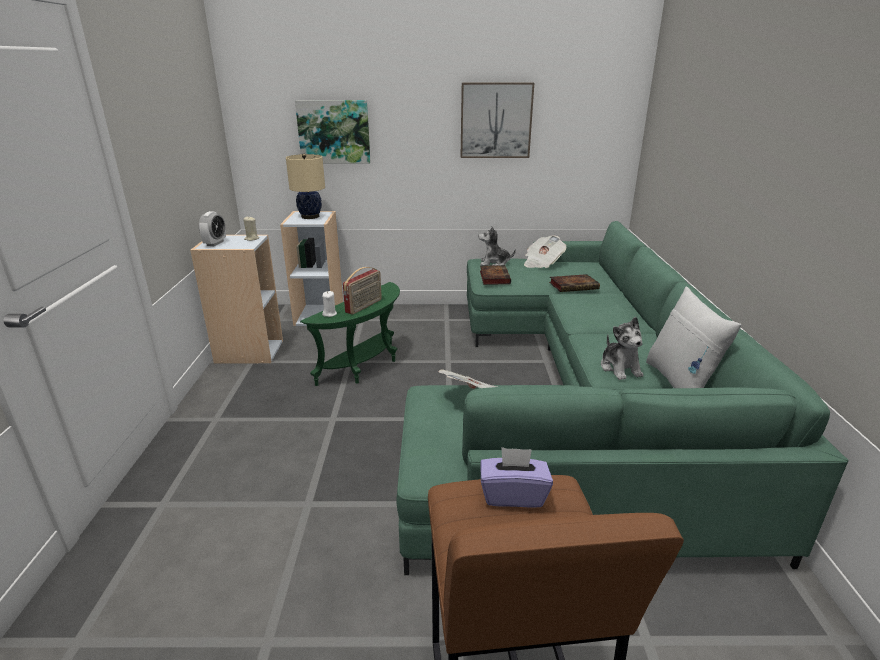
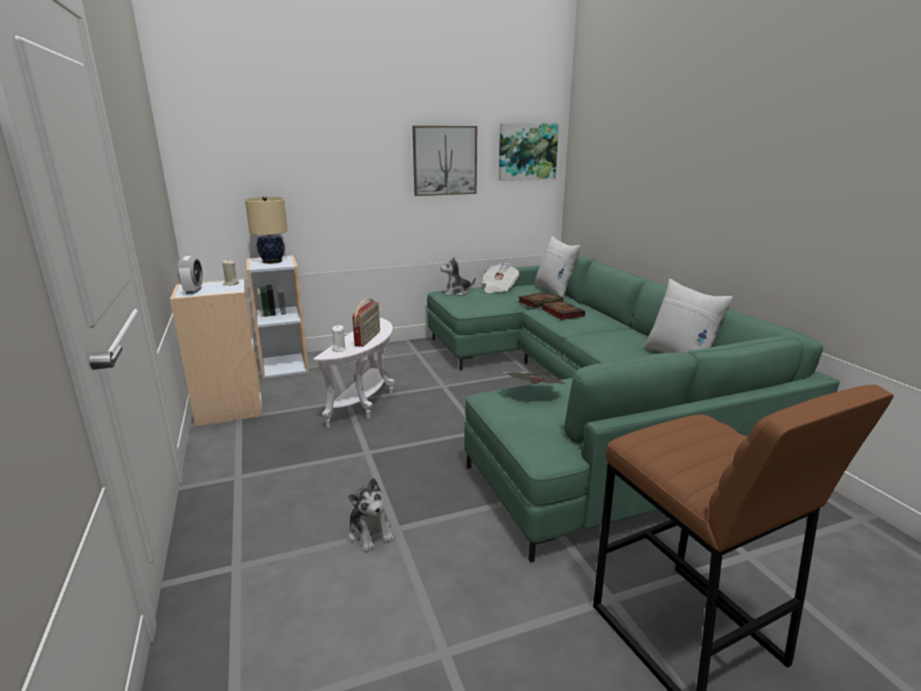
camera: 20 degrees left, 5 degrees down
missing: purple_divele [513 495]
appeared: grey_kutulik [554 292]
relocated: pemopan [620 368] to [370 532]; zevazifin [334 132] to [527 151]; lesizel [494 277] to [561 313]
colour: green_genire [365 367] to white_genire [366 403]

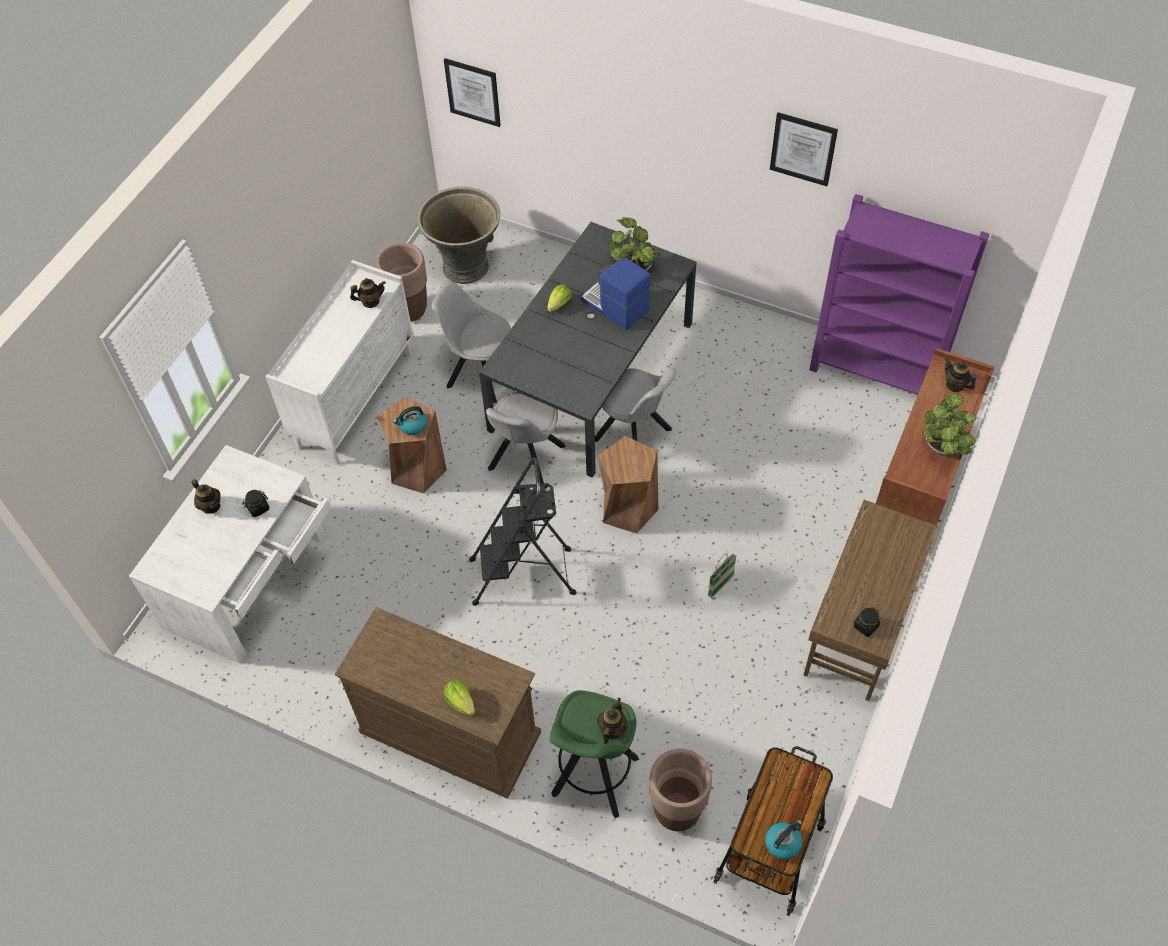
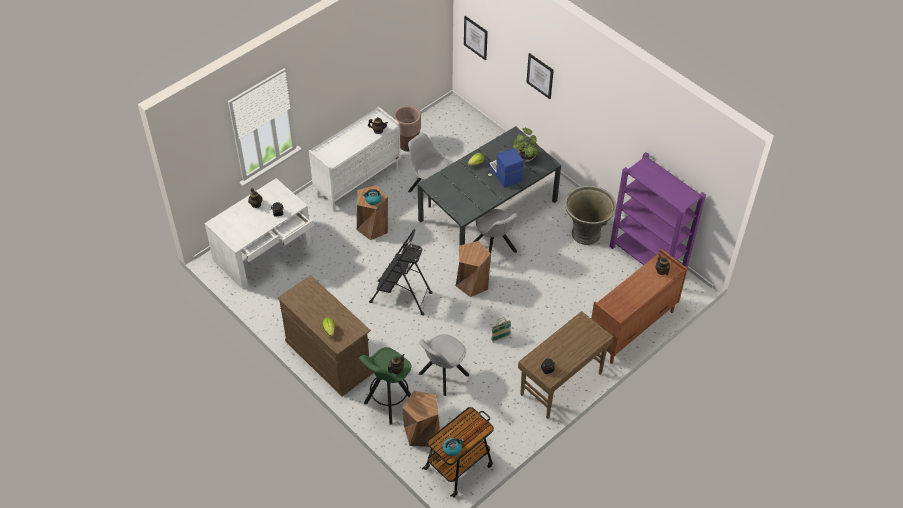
camera: 20 degrees right, 5 degrees down
missing: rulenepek [942 449]
relocated: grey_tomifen [526 459] to [442 375]; zevazifin [803 149] to [540 76]; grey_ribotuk [466 266] to [586 233]
exchanged: brown_ribotuk [676 811] to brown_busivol [421 433]

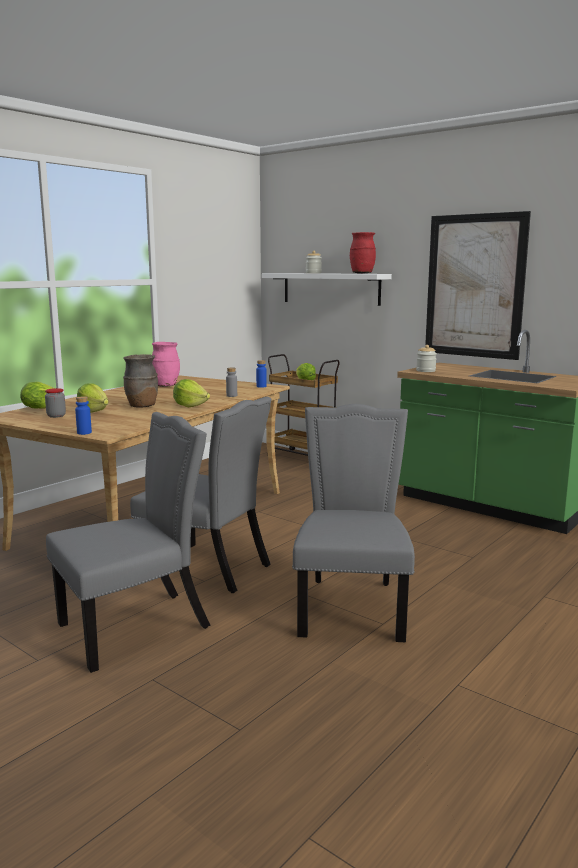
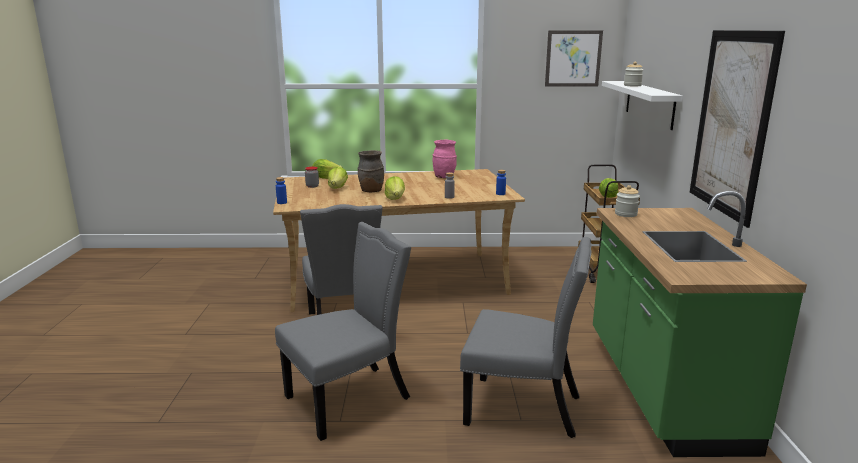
camera: 50 degrees right, 5 degrees up
missing: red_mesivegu [361 273]
appeared: zevazifin [573 58]
relocated: grey_tomifen [132 628] to [520 407]

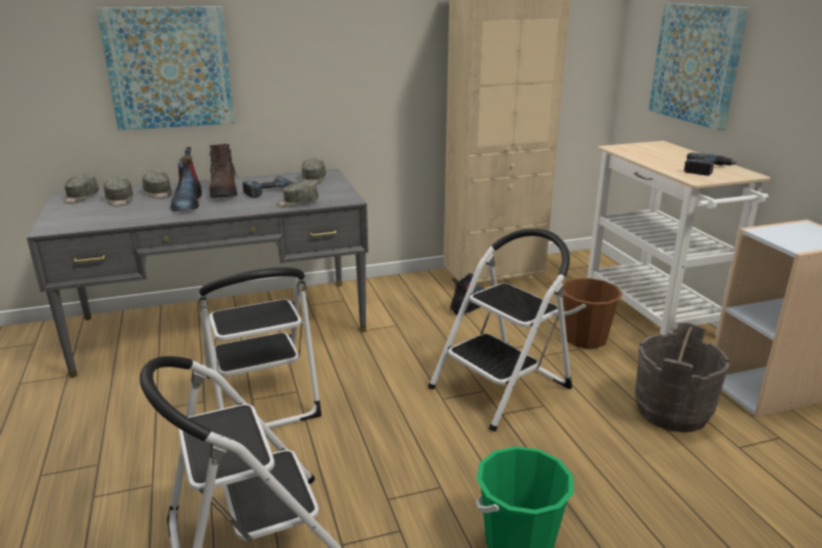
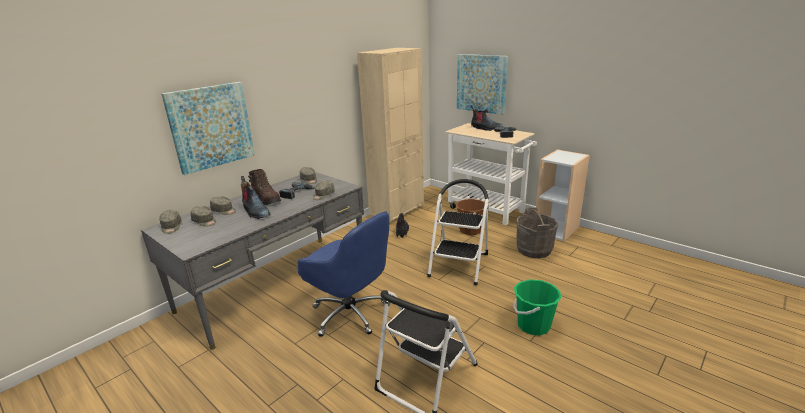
camera: 30 degrees left, 0 degrees up
appeared: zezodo [485 128]
exchanged: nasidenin [261 398] to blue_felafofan [349 314]

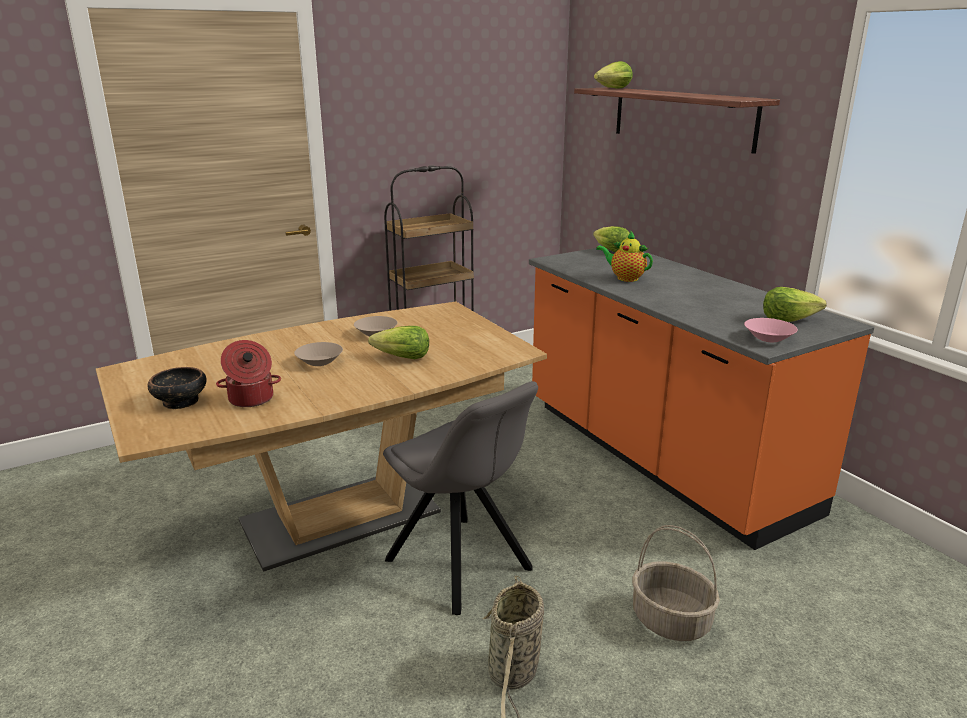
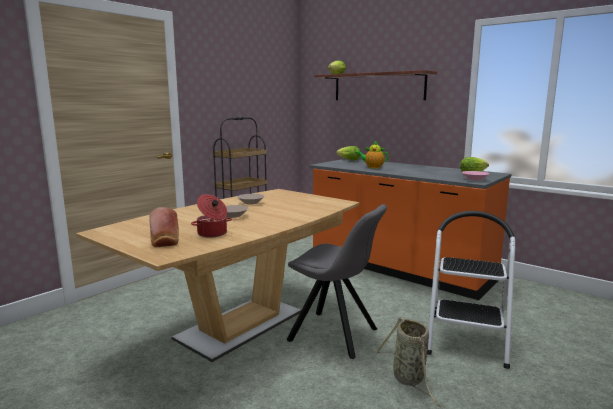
camera: 20 degrees left, 10 degrees down
missing: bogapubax [402 358]
exchanged: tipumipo [180 402] to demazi [165 240]; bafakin [671 620] to nasidenin [467 337]

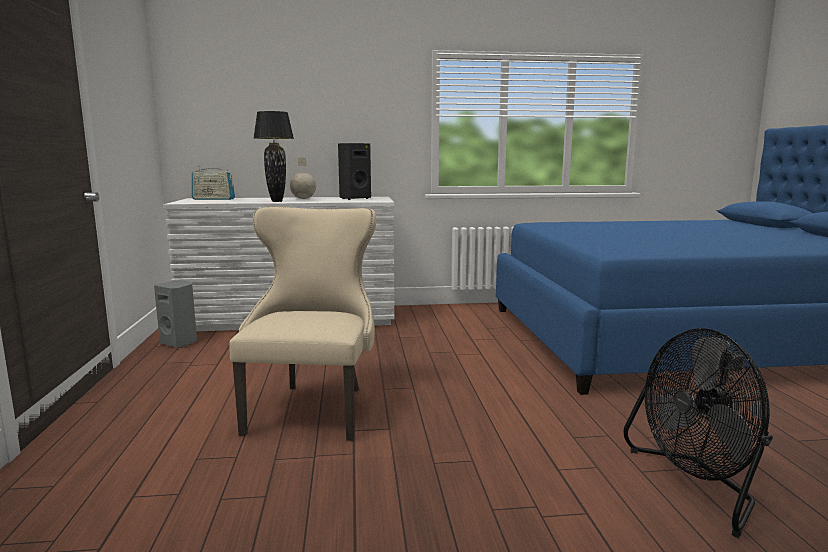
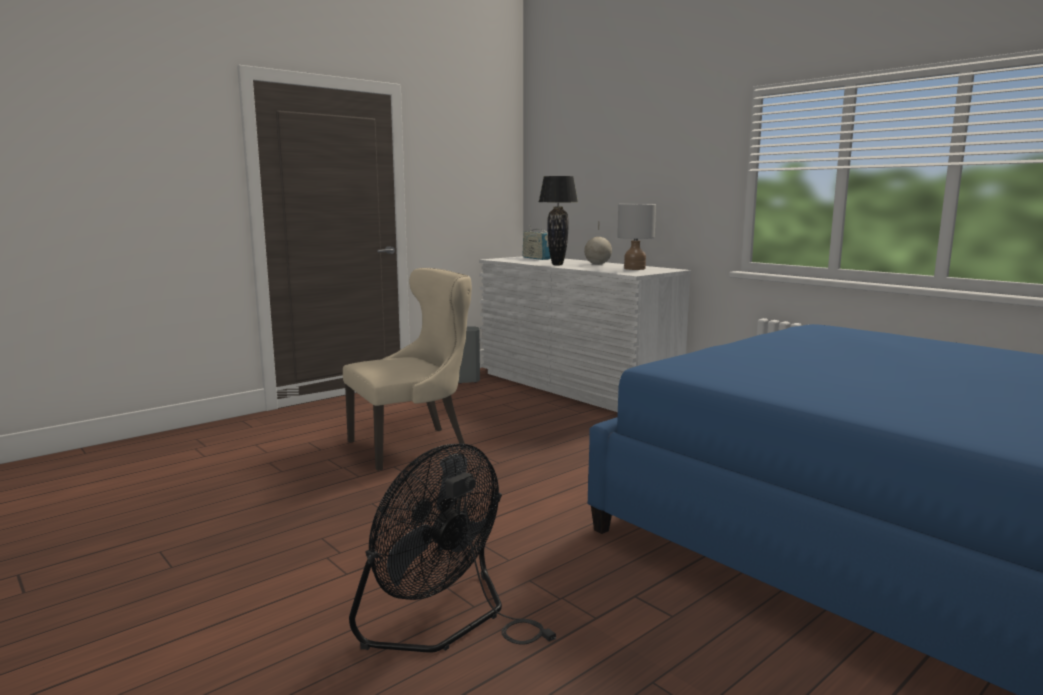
camera: 55 degrees right, 0 degrees up
exchanged: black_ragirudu [354 198] to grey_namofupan [635 269]

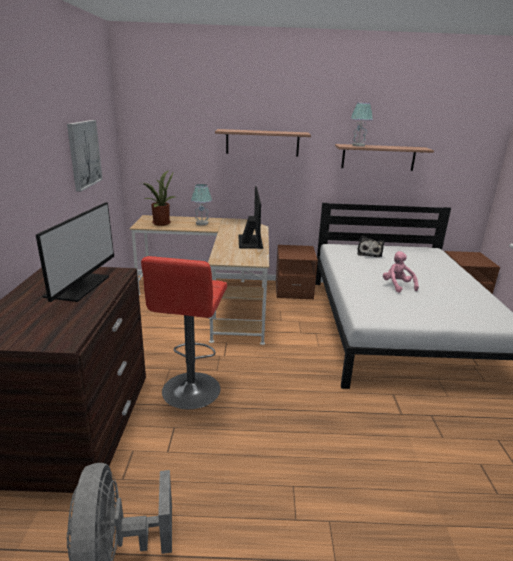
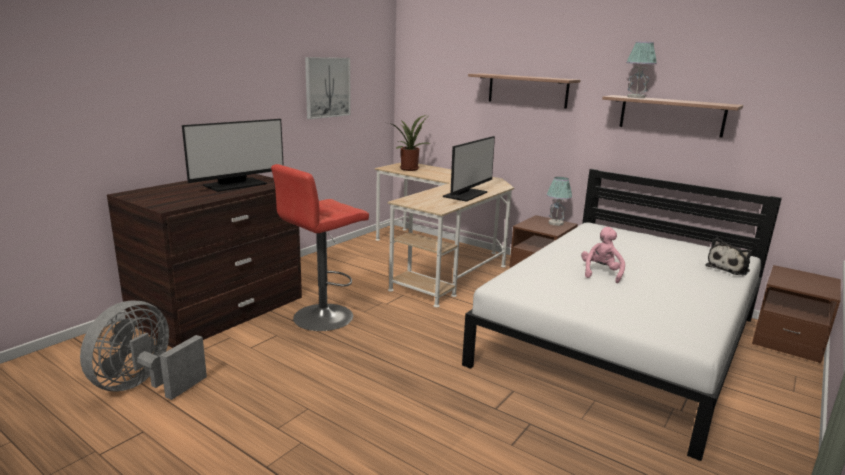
camera: 35 degrees right, 5 degrees down
relocated: namofupan [202 223] to [556 223]; pemopan [369 253] to [729 268]

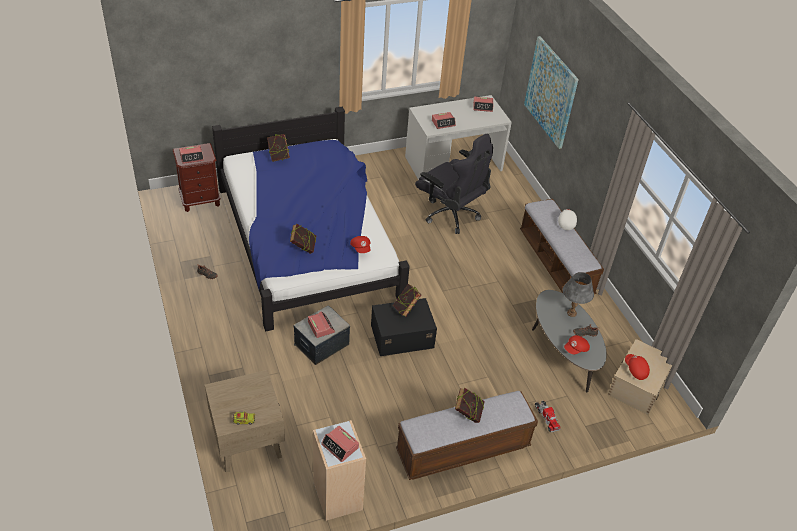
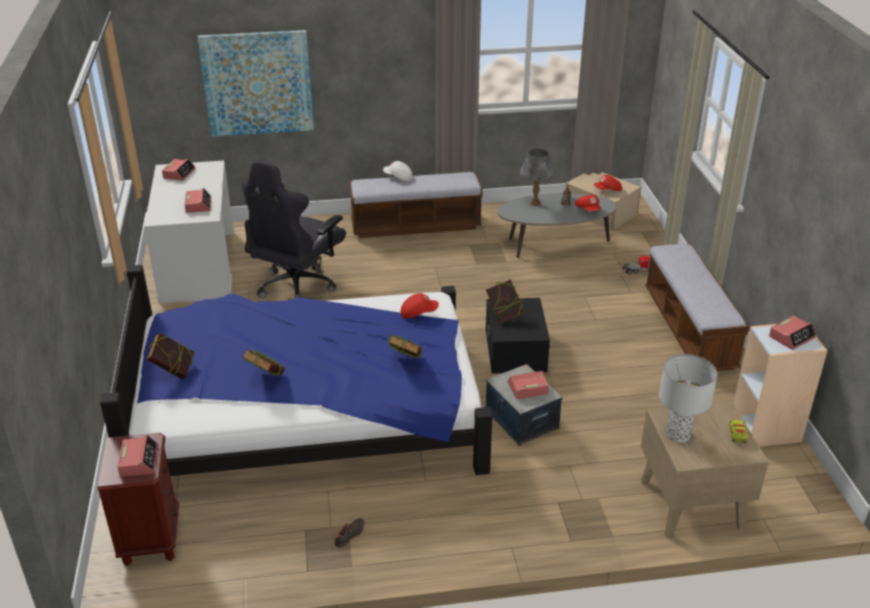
camera: 75 degrees left, 10 degrees down
appeared: white_namofupan [679 434]
relocated: lesizel [468 414] to [265 379]
spun: black_felafofan [448 213] = [299 284] 150 degrees clockwise

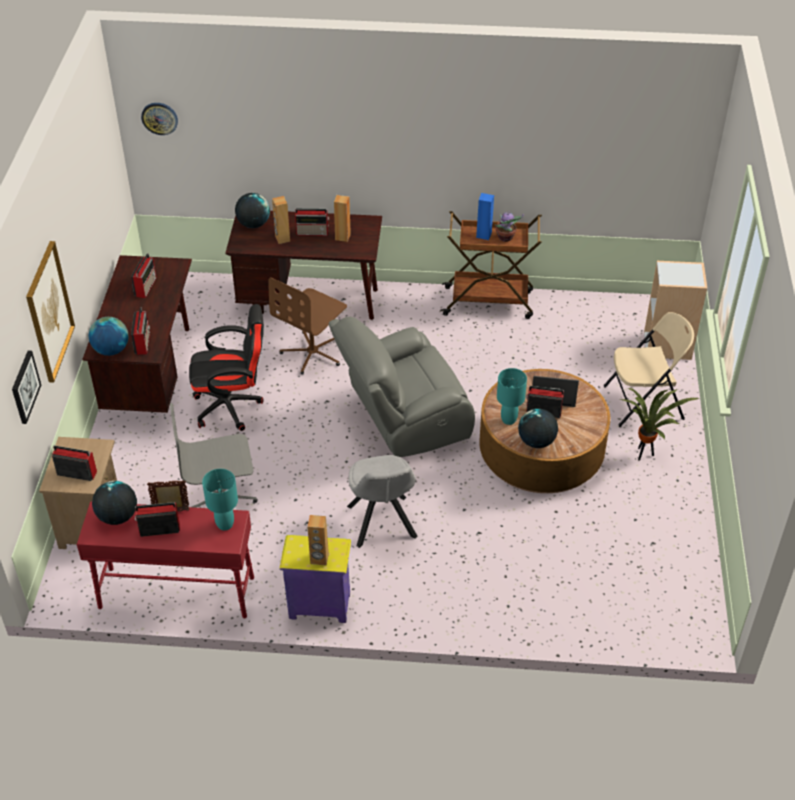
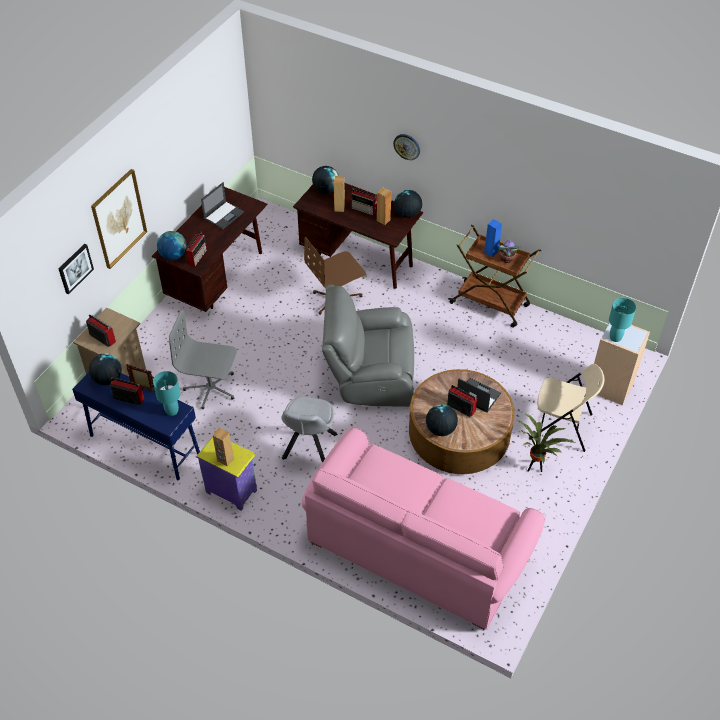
camera: 25 degrees right, 5 degrees up
missing: black_felafofan [233 407]
appeared: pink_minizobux [417 546]; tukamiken [407 214]
relocated: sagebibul [159 118] to [407 146]; turquoise_namofupan [509 419] to [615 337]
exchanged: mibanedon [146 286] to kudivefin [224 215]
colour: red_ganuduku [177 592] to blue_ganuduku [145 444]

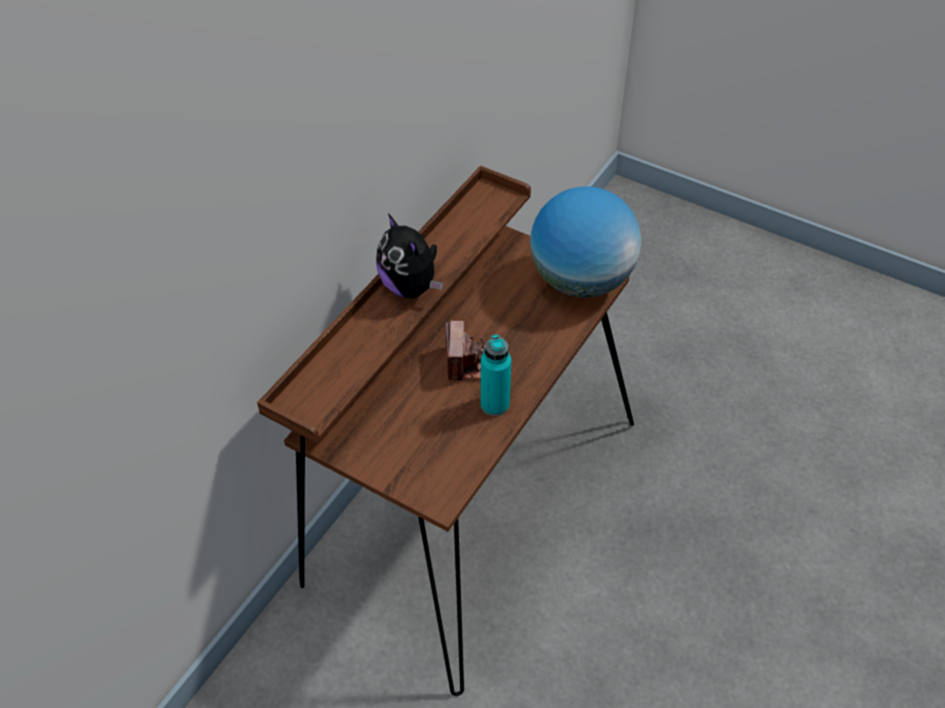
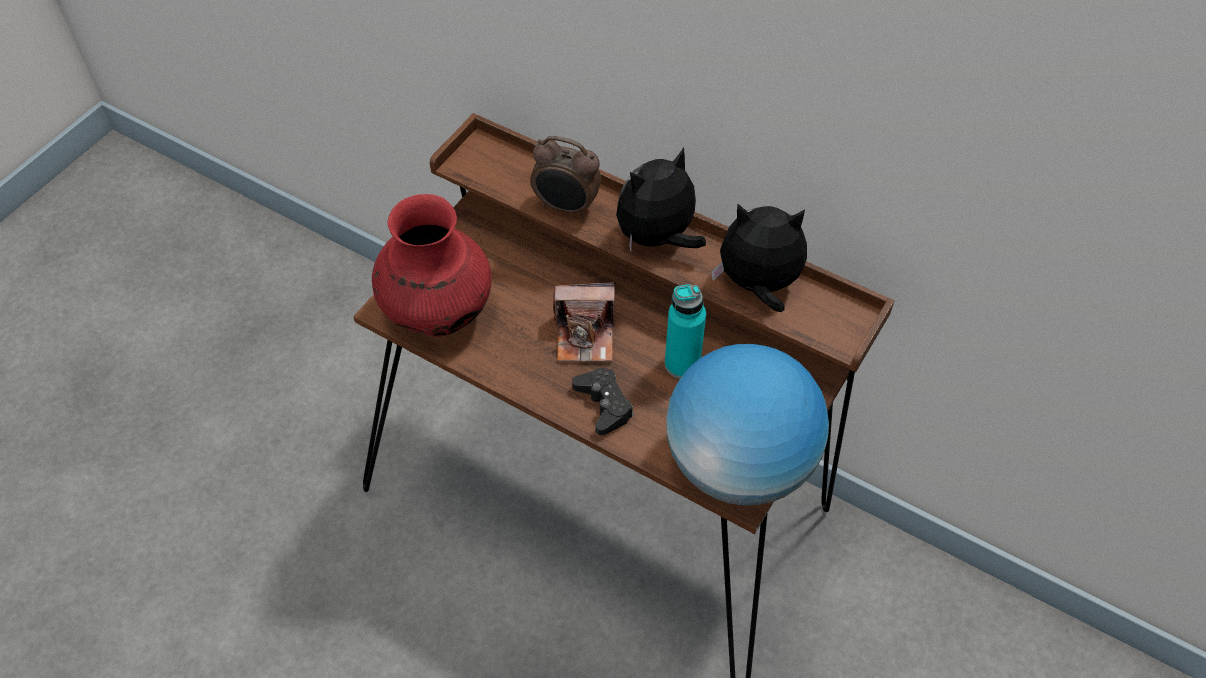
camera: 90 degrees right, 5 degrees up
appeared: red_mesivegu [437 312]; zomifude [566 207]; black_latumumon [604 404]; pemopan [758 285]
relocated: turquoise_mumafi [495 405] to [682 364]

